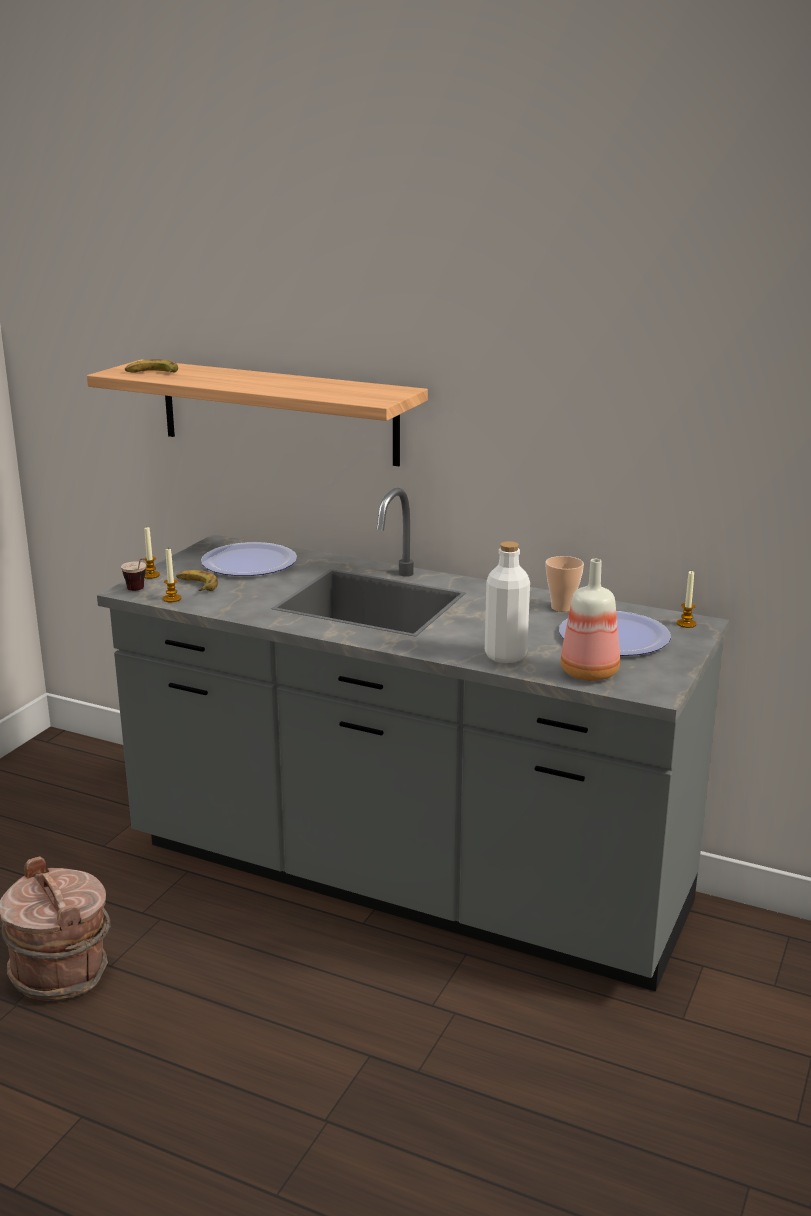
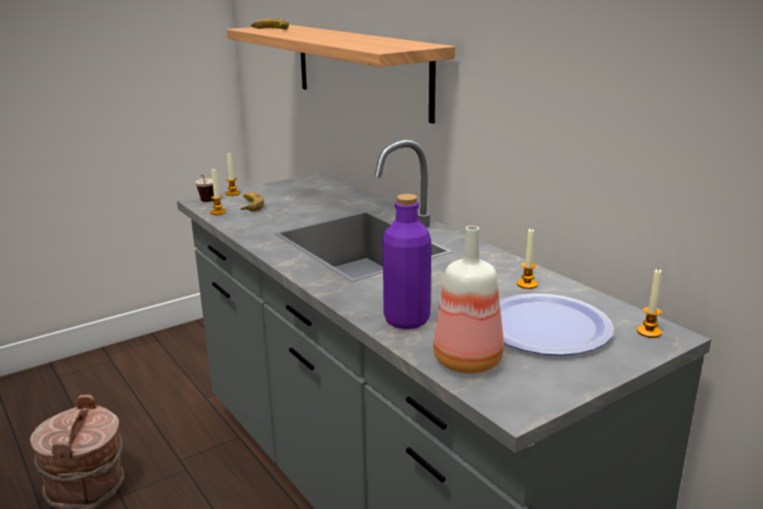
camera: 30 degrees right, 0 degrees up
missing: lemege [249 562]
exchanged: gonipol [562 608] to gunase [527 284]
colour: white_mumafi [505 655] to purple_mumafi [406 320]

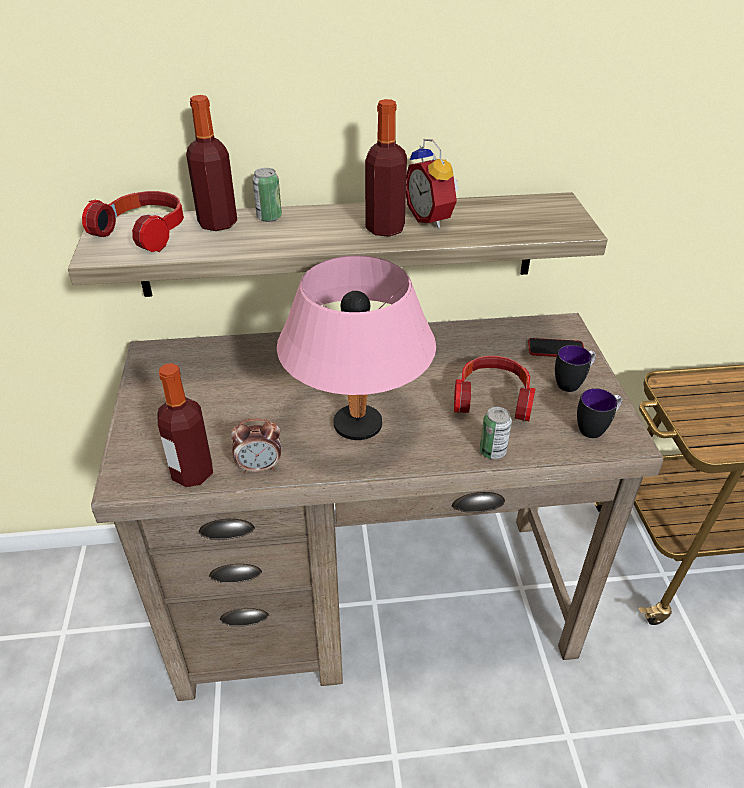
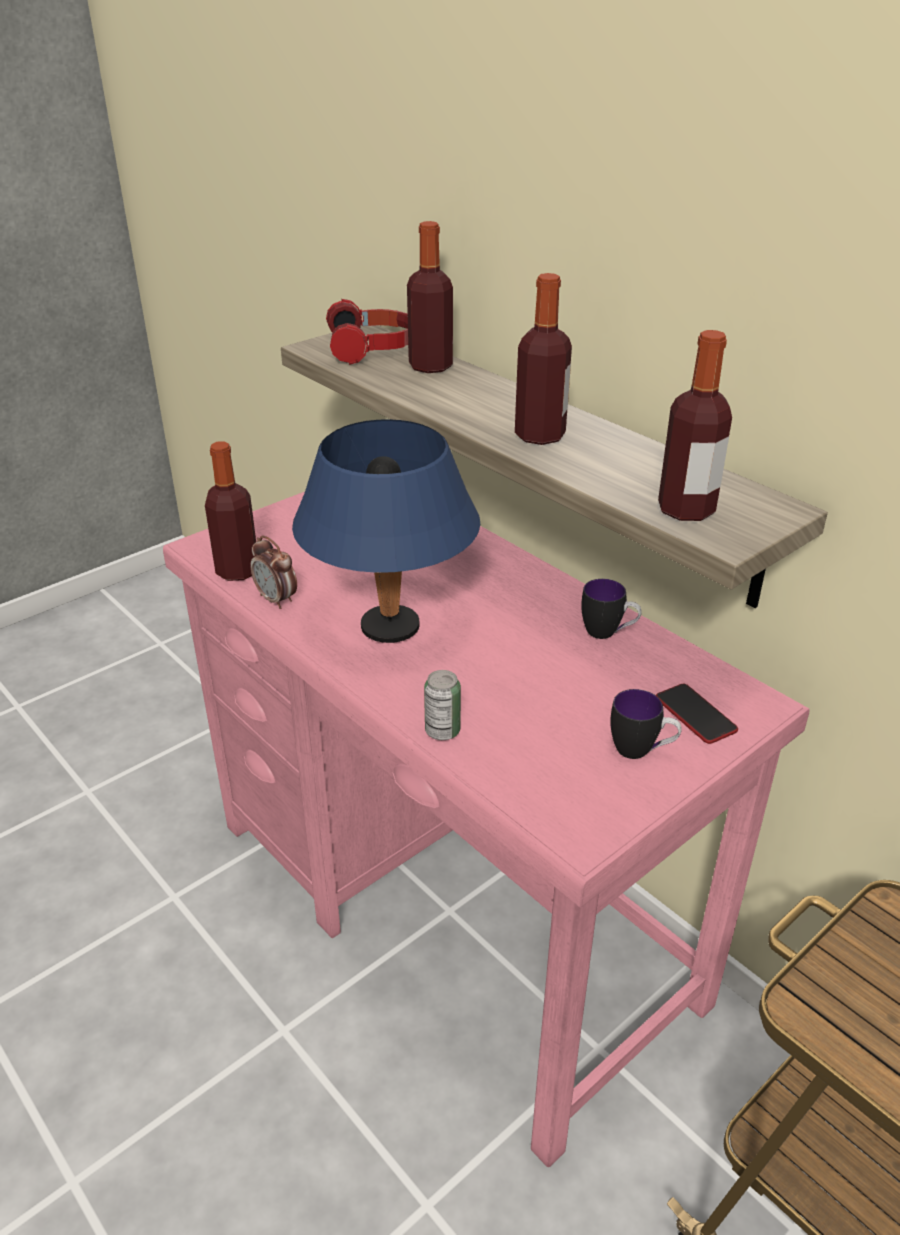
camera: 55 degrees right, 5 degrees down
missing: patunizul [269 217]; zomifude [432 218]; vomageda [492 398]
appeared: mumafi [686 510]
relocated: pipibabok [595 428] to [608 633]
colour: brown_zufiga [373 598] to pink_zufiga [452 907]; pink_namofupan [357 425] to blue_namofupan [389 627]

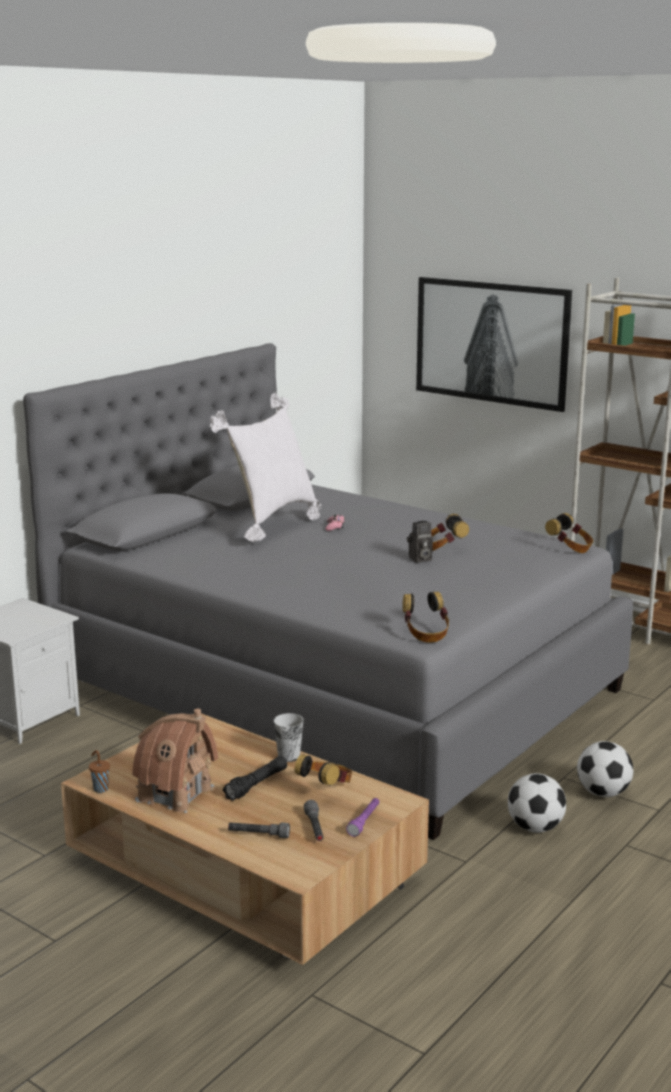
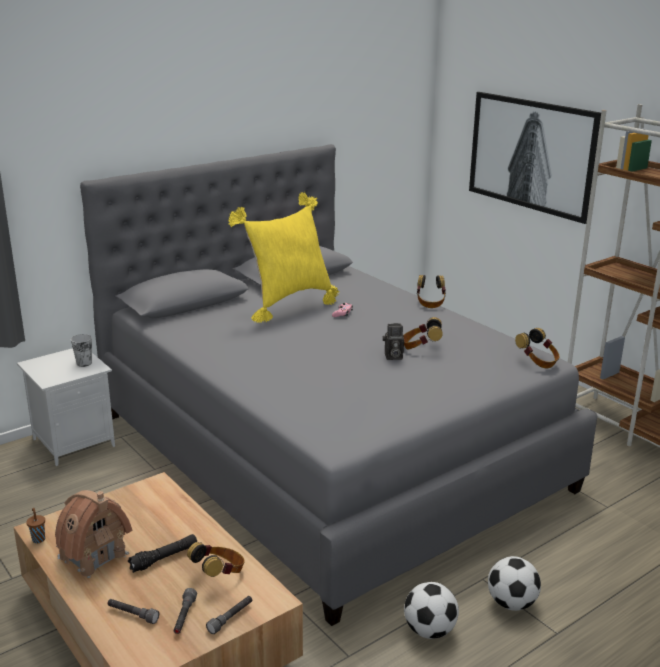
camera: 15 degrees right, 5 degrees up
relocated: gonipol [289 756] to [84 363]; vomageda [426 634] to [430 303]
colour: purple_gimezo [364 822] to grey_gimezo [231 618]; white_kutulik [268 529] to yellow_kutulik [286 309]

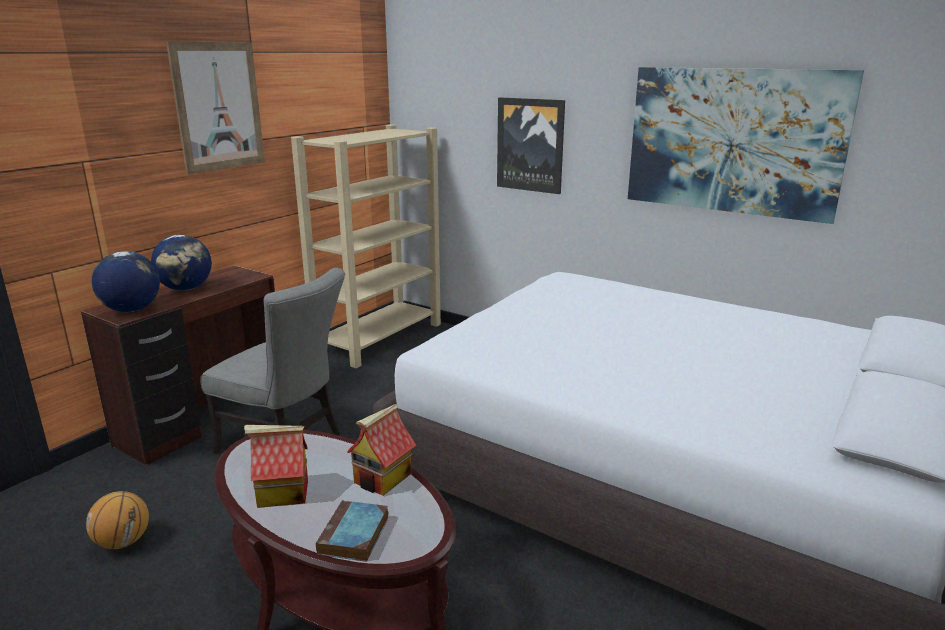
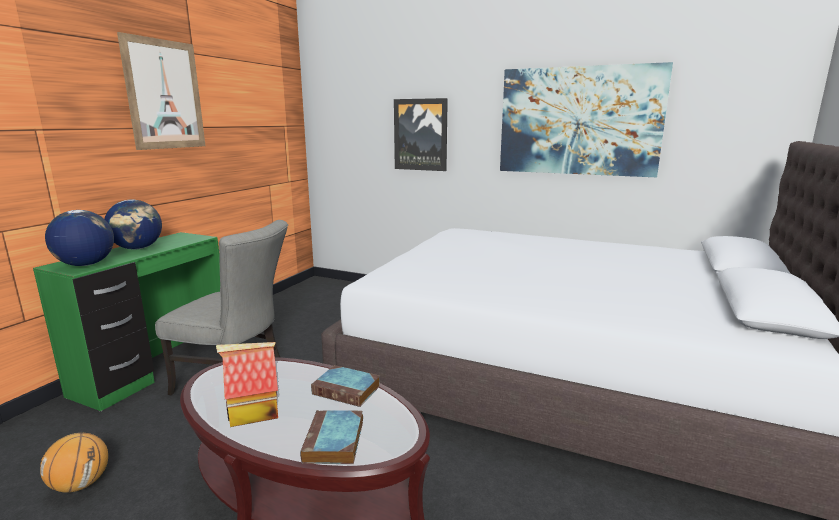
camera: 10 degrees left, 5 degrees down
missing: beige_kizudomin [379 338]
exchanged: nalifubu [383 479] to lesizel [348 390]
colour: brown_zufiga [206 419] to green_zufiga [157 367]

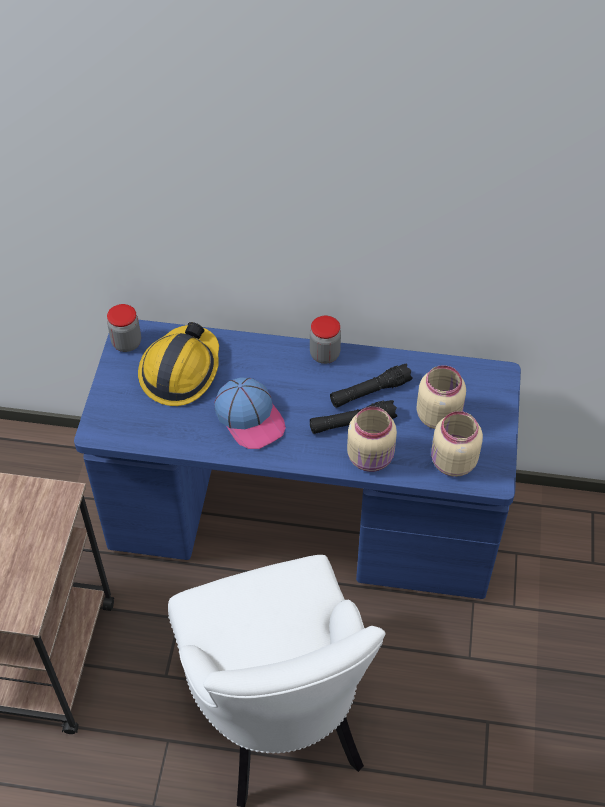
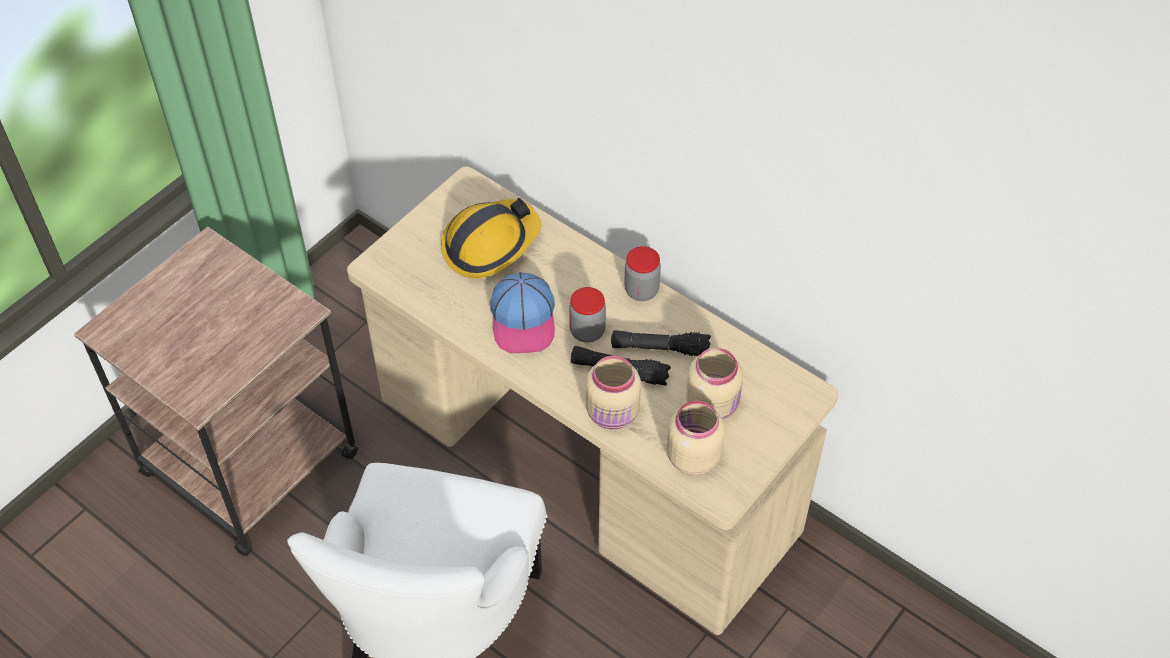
camera: 30 degrees right, 0 degrees up
relocated: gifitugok [126 343] to [587 331]
colour: blue_zufiga [302 523] to beige_zufiga [585 467]

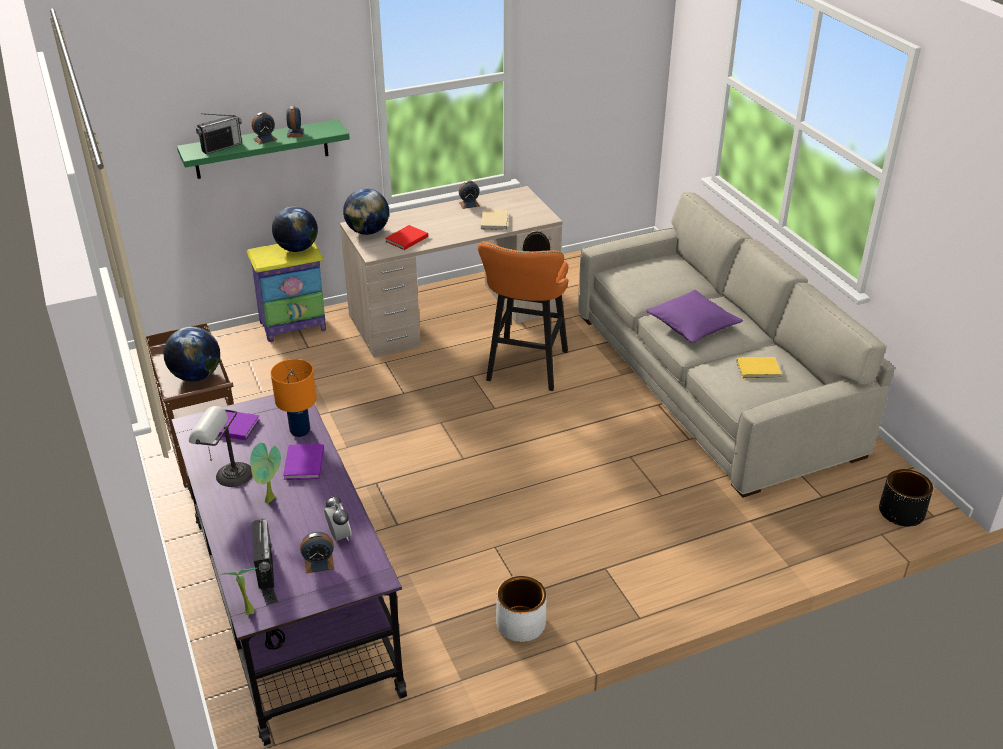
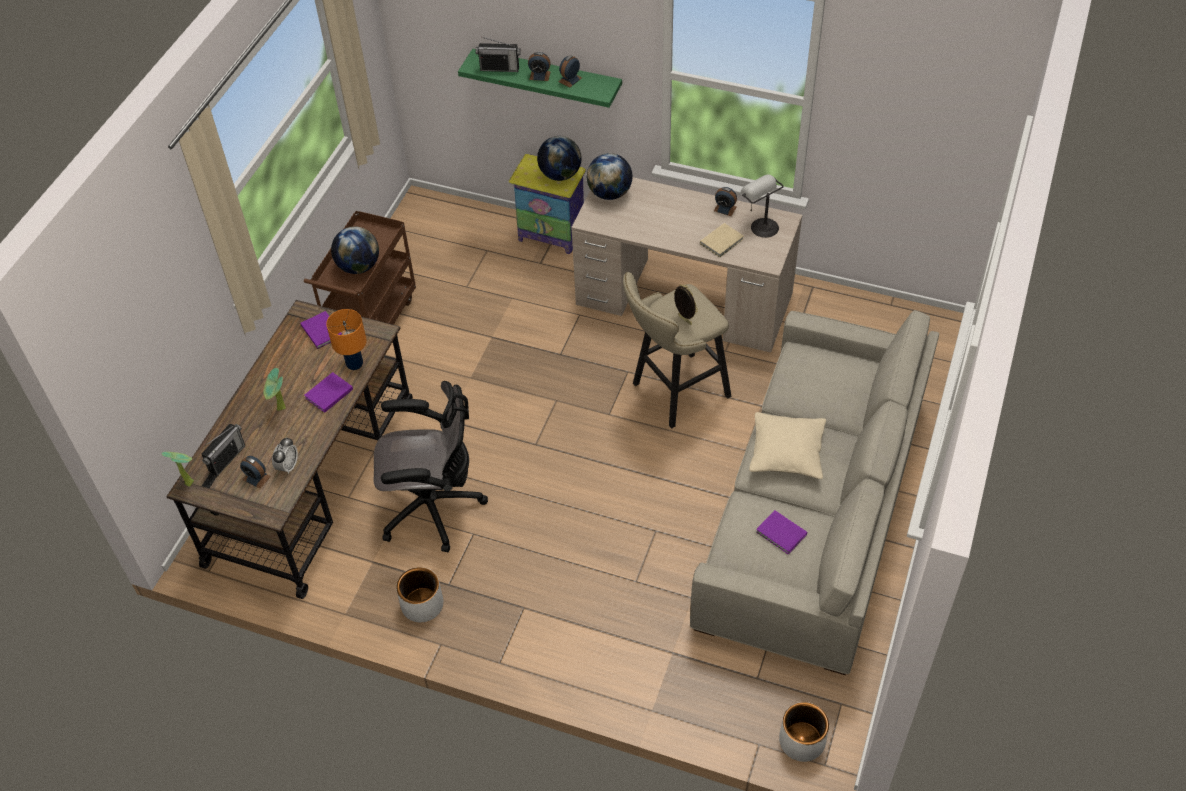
camera: 45 degrees right, 15 degrees up
missing: red_lesizel [405 239]
appeared: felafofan [432 507]
relocated: namofupan [226 474] to [760 224]
colour: purple_zufiga [293 604] to brown_zufiga [311 481]; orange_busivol [524 371] to beige_busivol [672 394]; purple_kutulik [692 326] to beige_kutulik [787 453]; yellow_lesizel [759 370] to purple_lesizel [781 534]; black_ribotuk [901 512] to white_ribotuk [802 741]

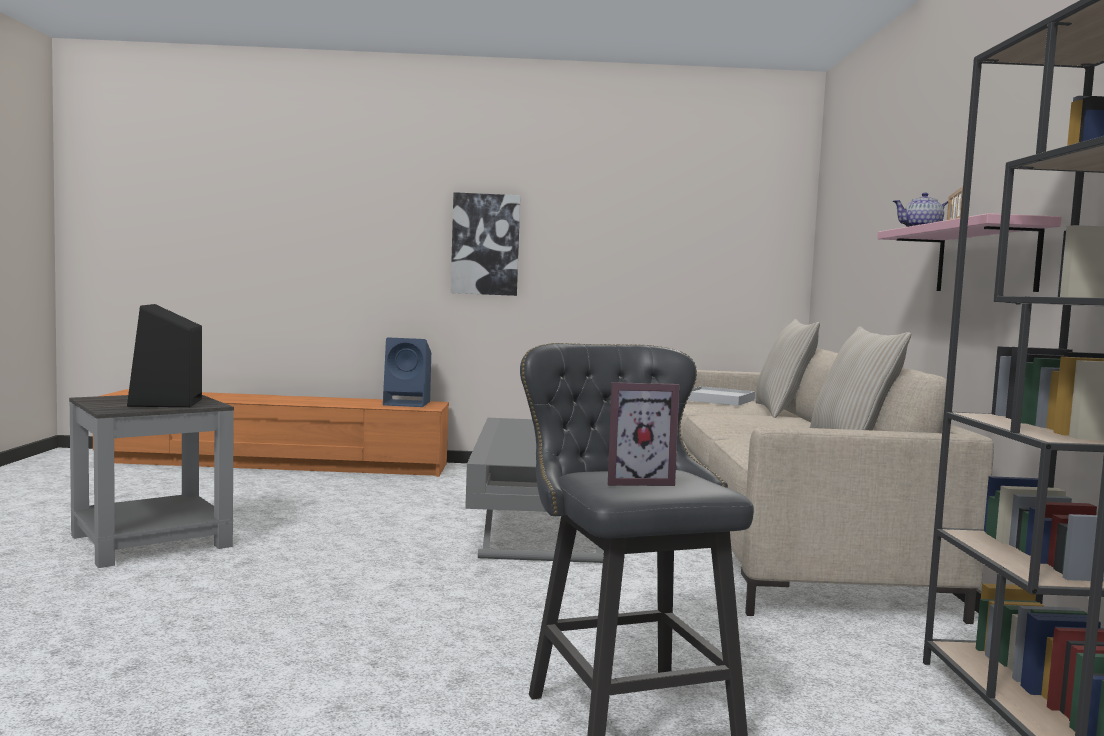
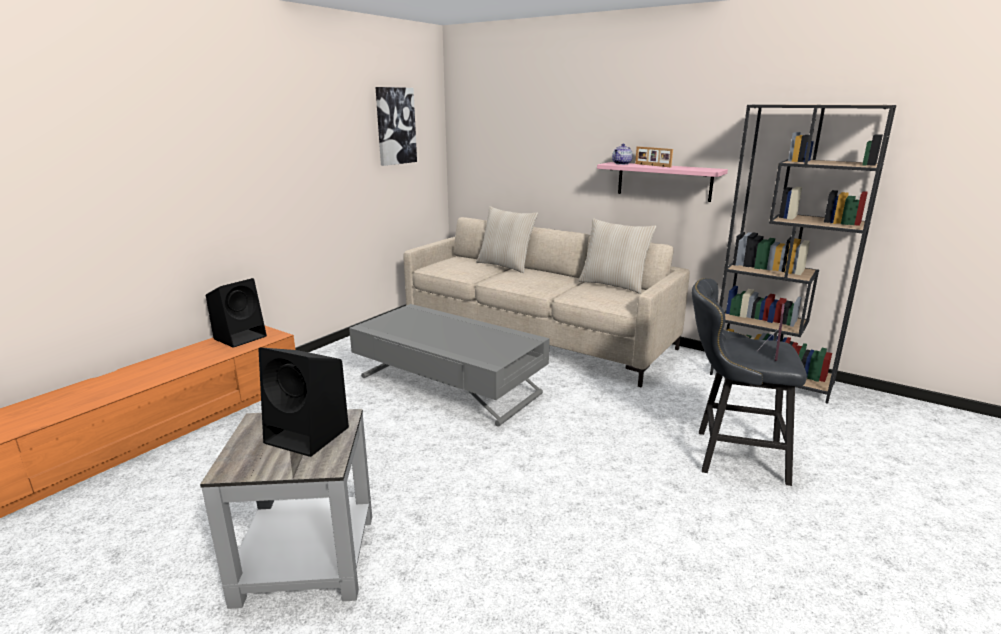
camera: 55 degrees left, 15 degrees up
missing: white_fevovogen [718 400]
relocated: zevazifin [485 244] to [395 126]
colour: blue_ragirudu [408 403] to black_ragirudu [241 337]

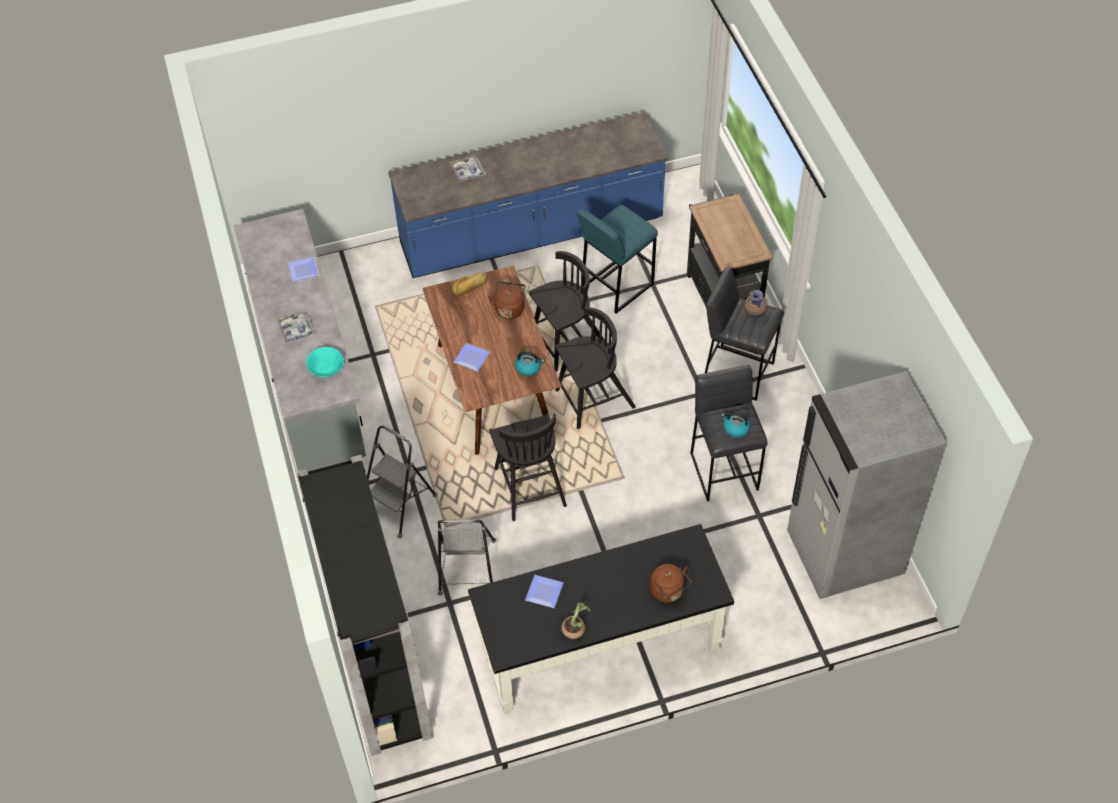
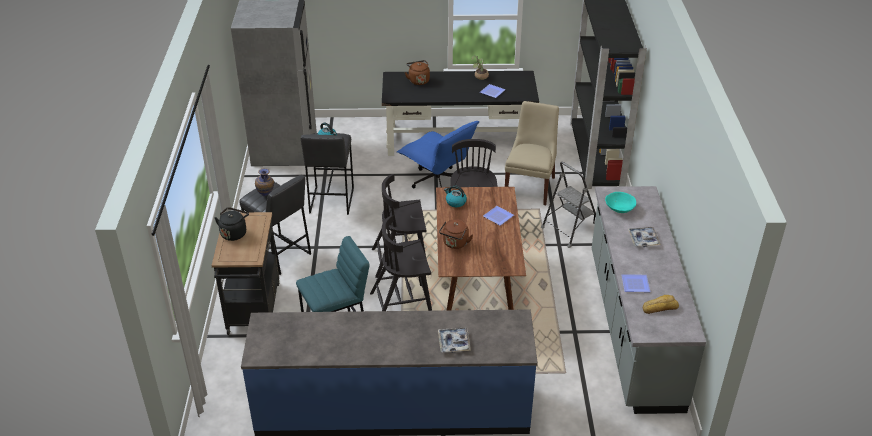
camera: 165 degrees left, 15 degrees down
appeared: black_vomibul [234 233]; blue_felafofan [437 181]
relocated: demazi [470 287] to [659 307]
exchanged: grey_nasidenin [467 568] to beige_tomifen [530 186]

